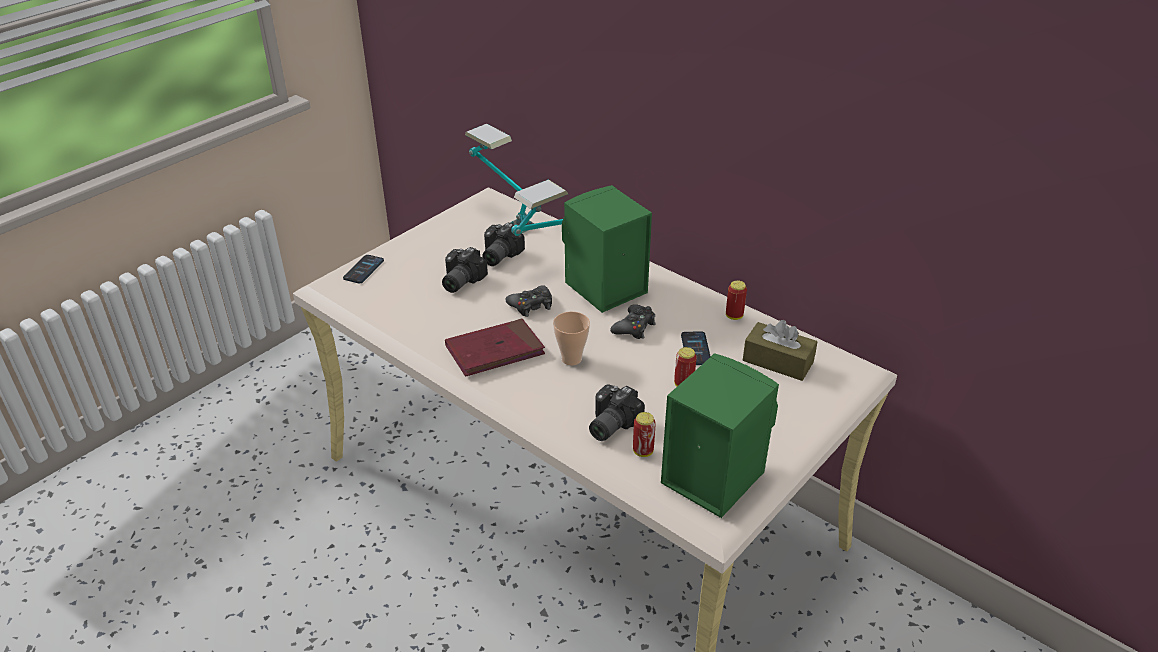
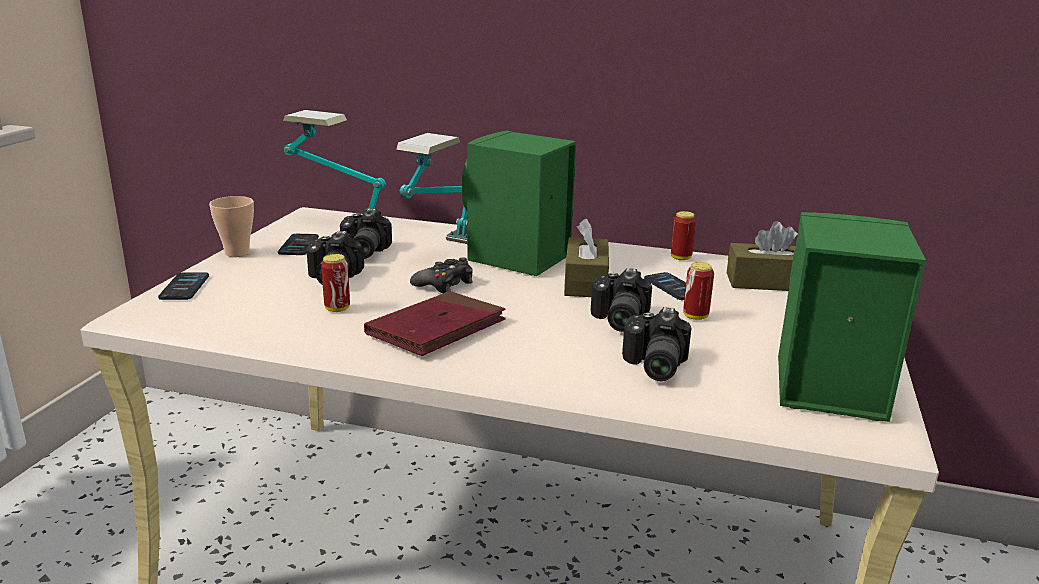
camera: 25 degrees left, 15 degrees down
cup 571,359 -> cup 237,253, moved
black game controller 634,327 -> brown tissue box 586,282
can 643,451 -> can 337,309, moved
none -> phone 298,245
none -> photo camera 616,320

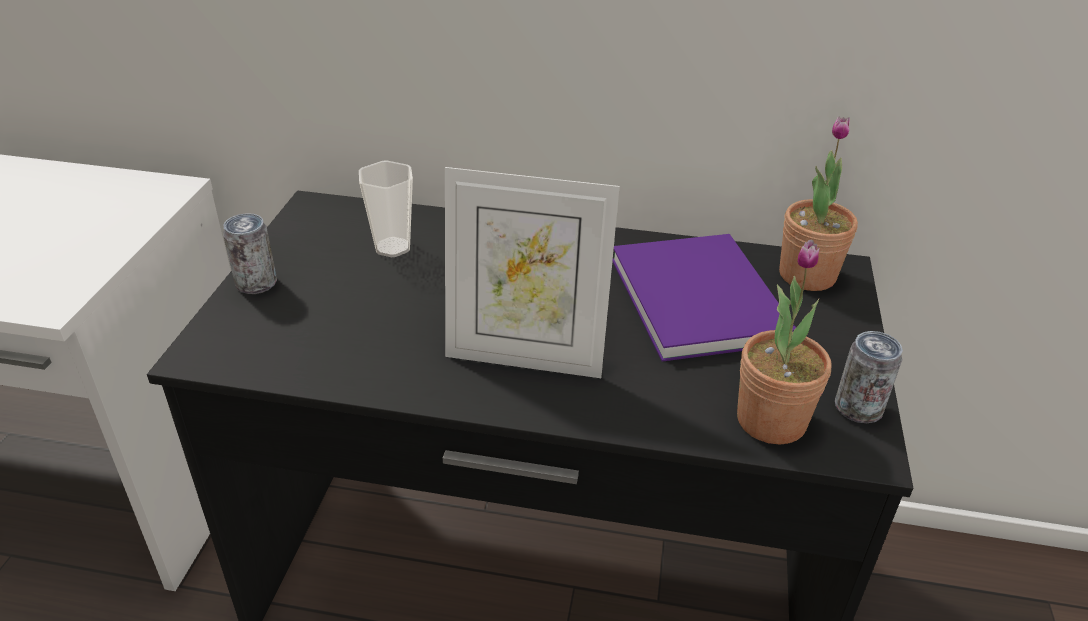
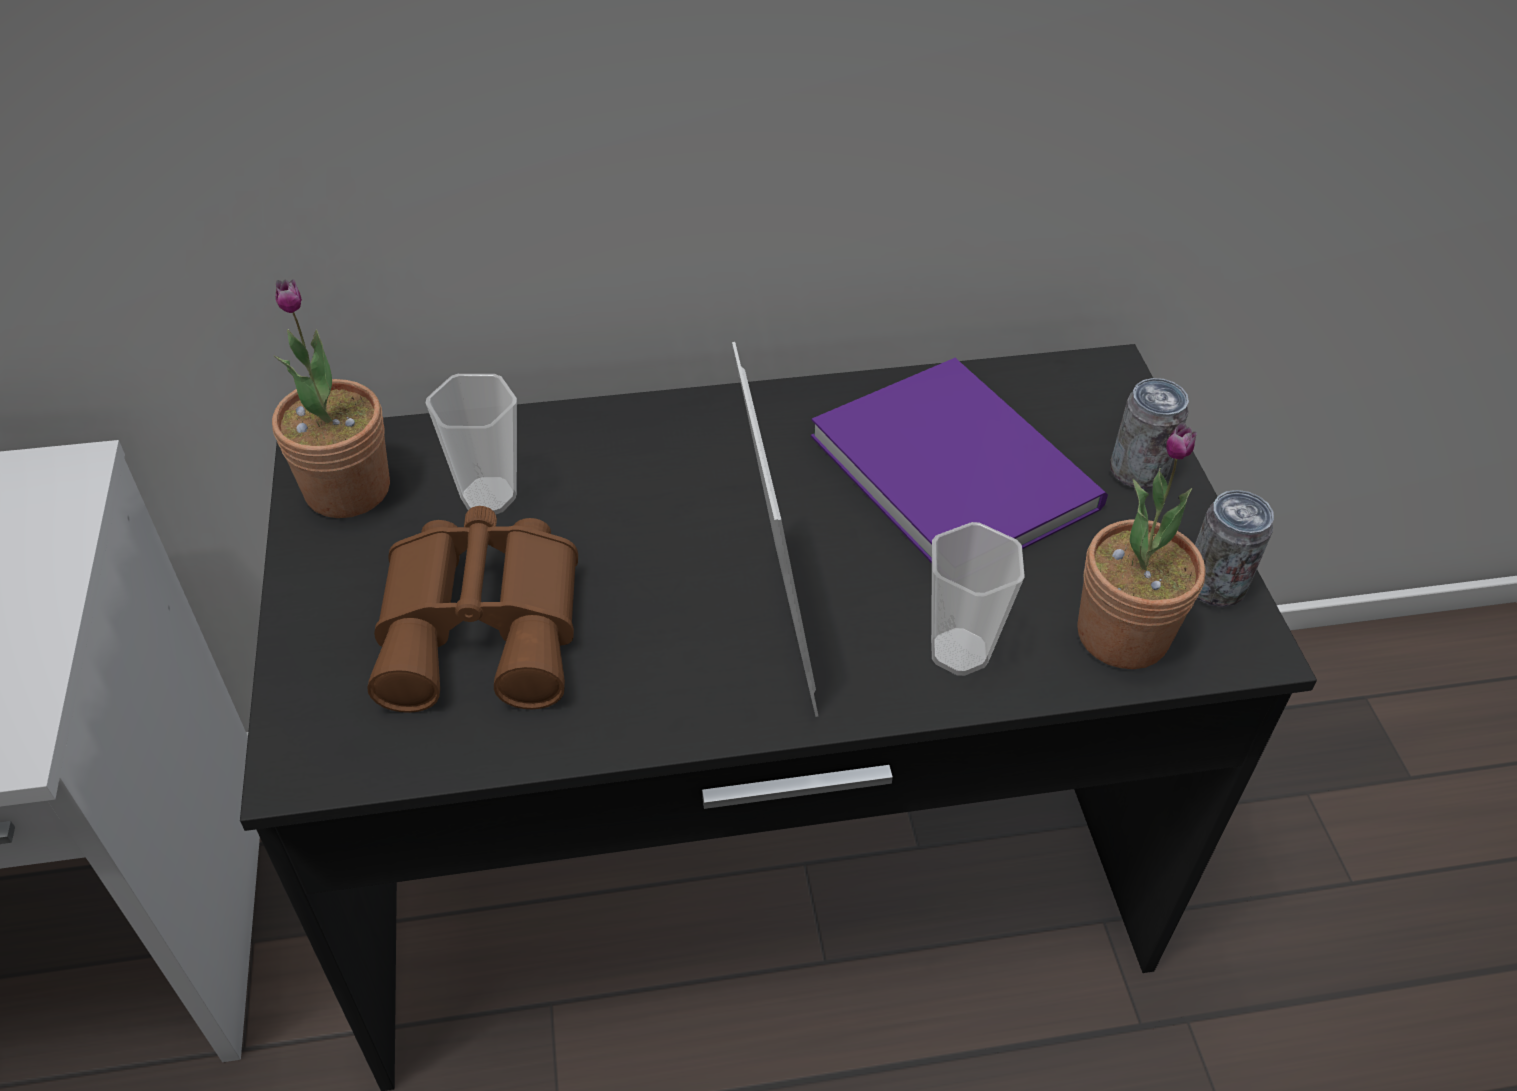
camera: 20 degrees left, 10 degrees up
can 256,283 -> can 1138,471, moved
picture frame 525,356 -> picture frame 773,628, 90 degrees counterclockwise
potted plant 807,275 -> potted plant 347,489, moved
none -> brown binoculars 486,625
none -> cup 959,652

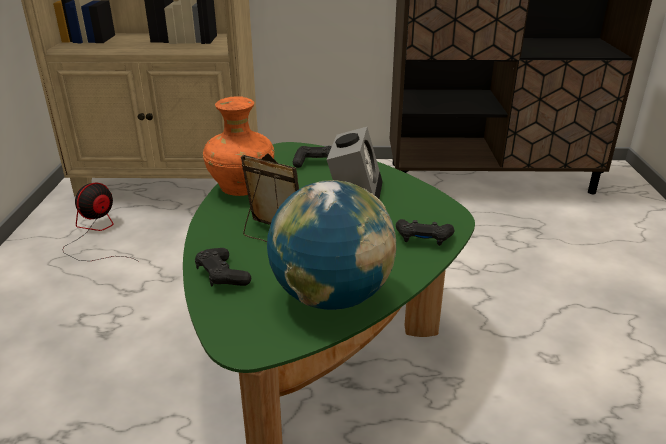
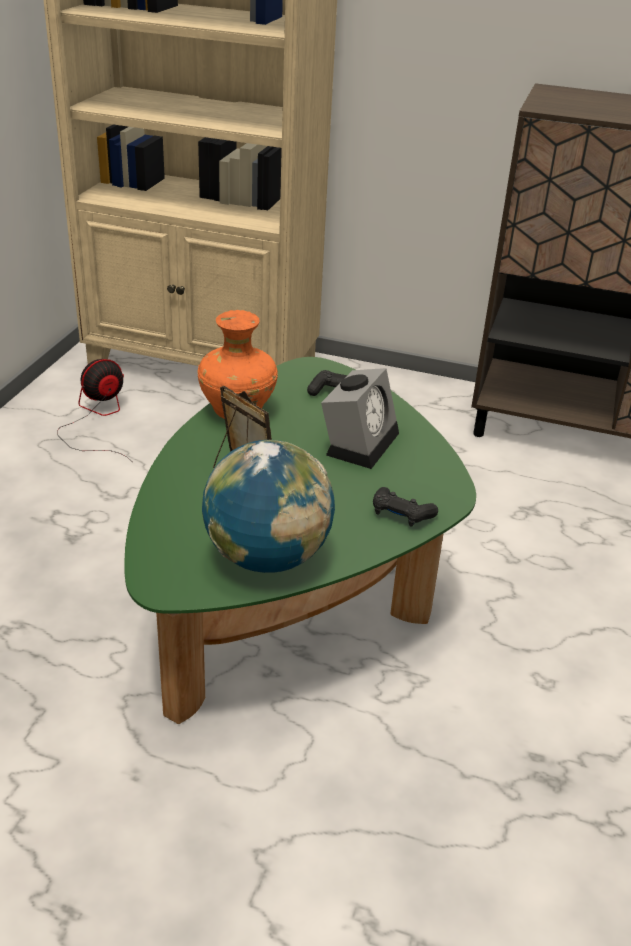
camera: 15 degrees right, 5 degrees up
black game controller 222,276 -> none

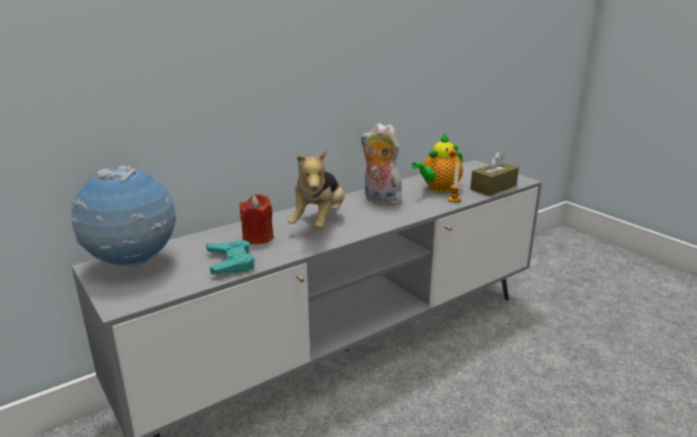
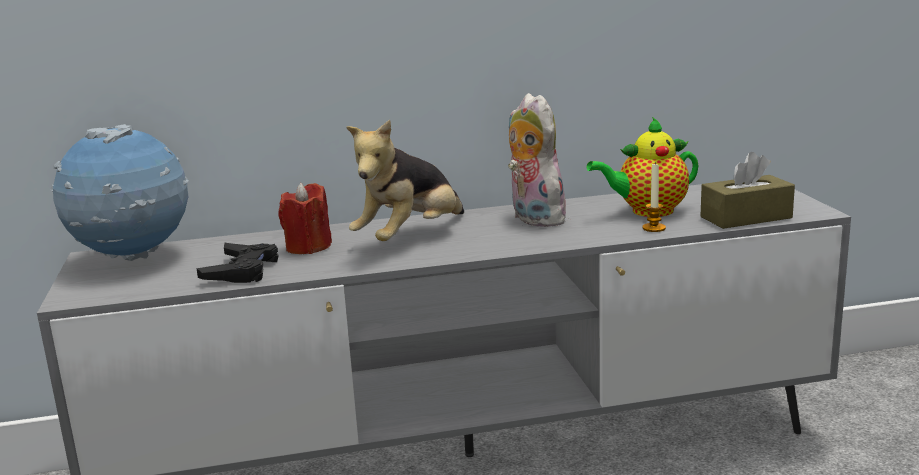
camera: 25 degrees right, 5 degrees down
turquoise game controller 231,262 -> black game controller 242,270

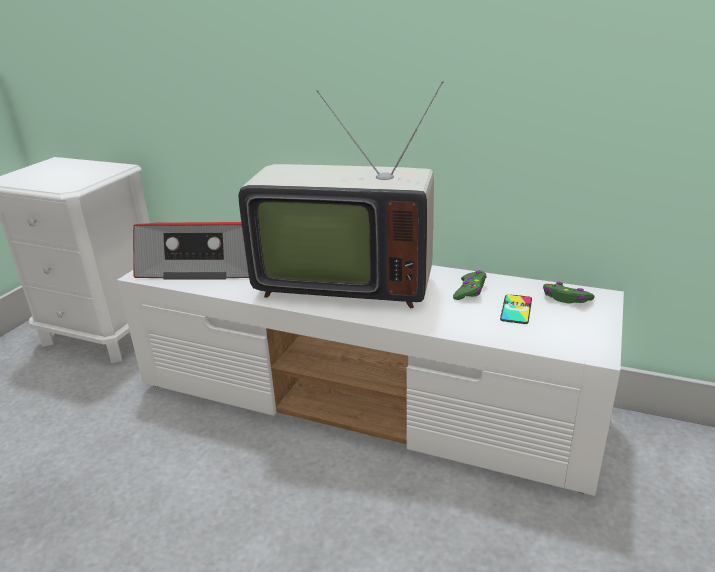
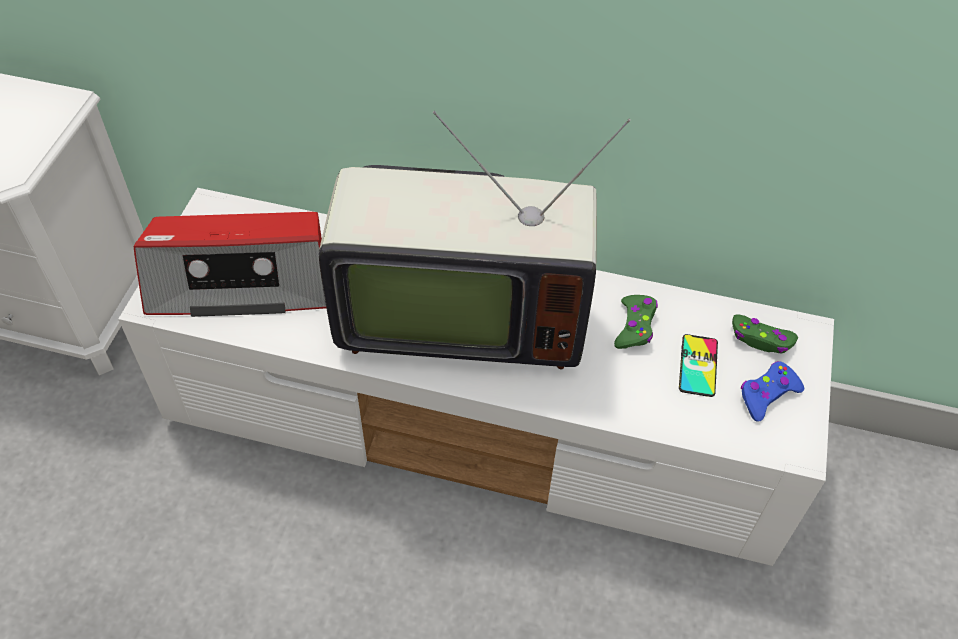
camera: 10 degrees left, 25 degrees up
none -> blue game controller 767,395

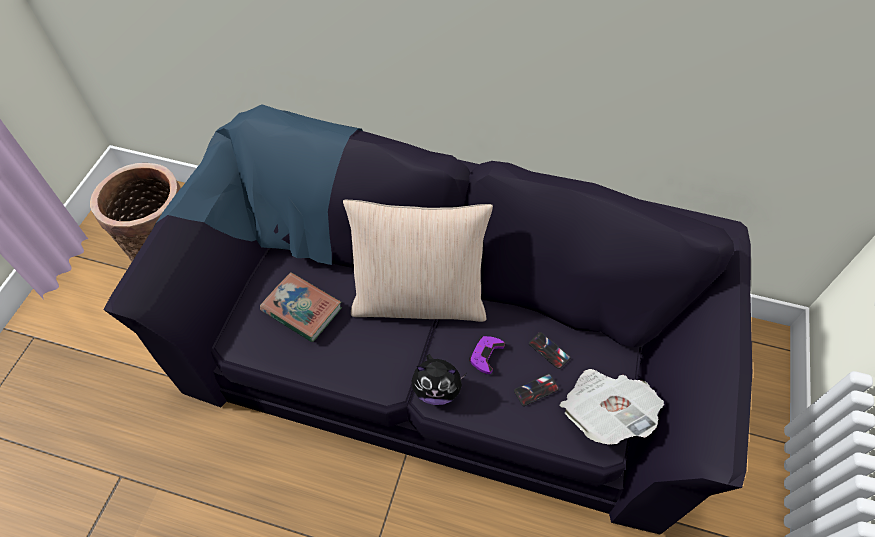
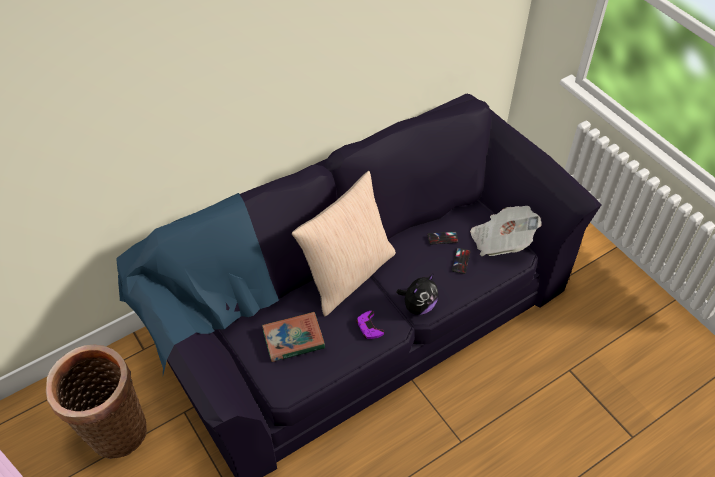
camera: 50 degrees left, 5 degrees down
purple game controller 486,355 -> purple game controller 369,327, moved

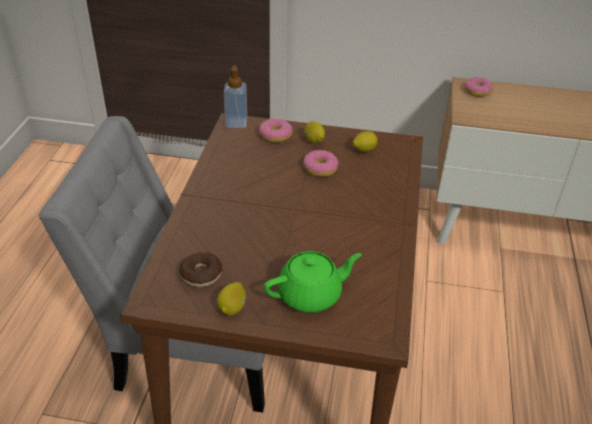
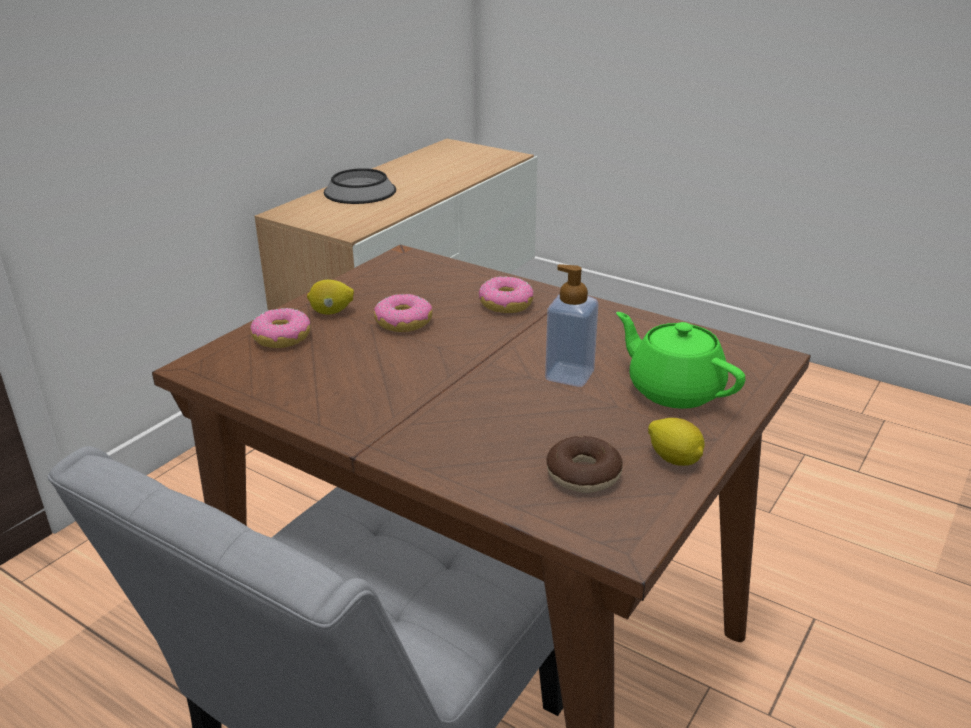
camera: 65 degrees left, 10 degrees down
soap dispenser 236,123 -> soap dispenser 569,375, moved
green teapot 311,295 -> green teapot 674,390, 45 degrees counterclockwise
lemon 364,150 -> none
donut 477,91 -> donut 505,304, moved
none -> bowl 360,191

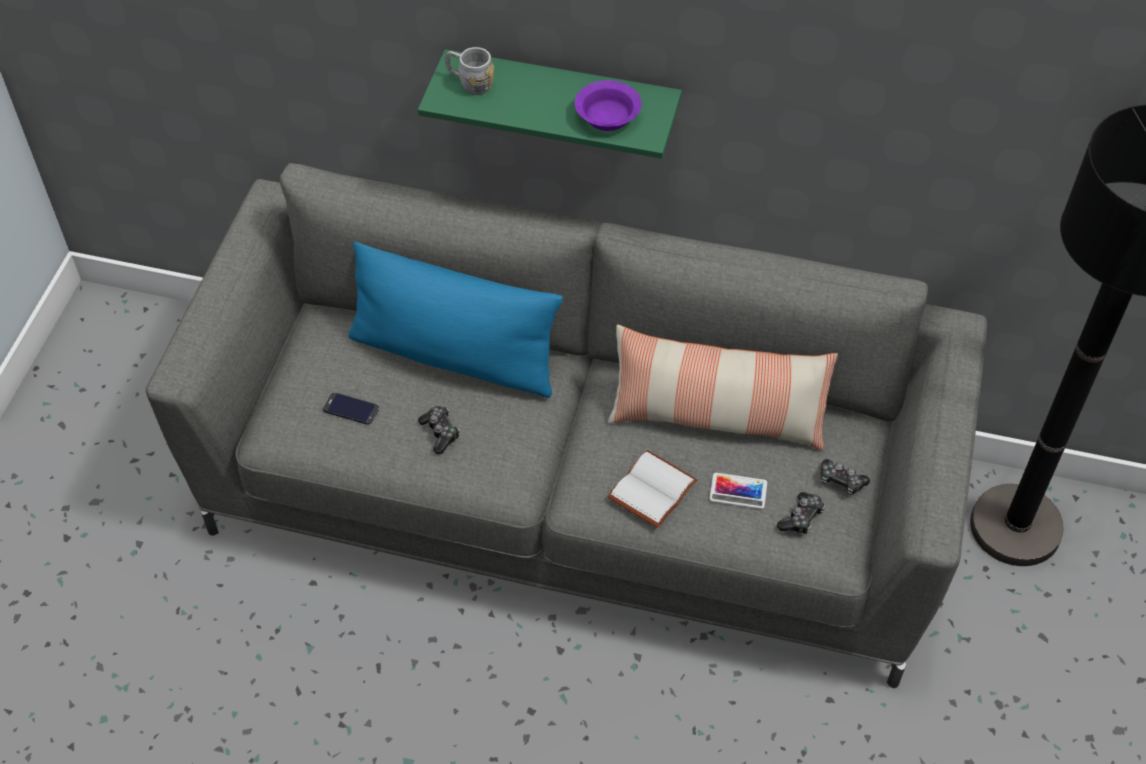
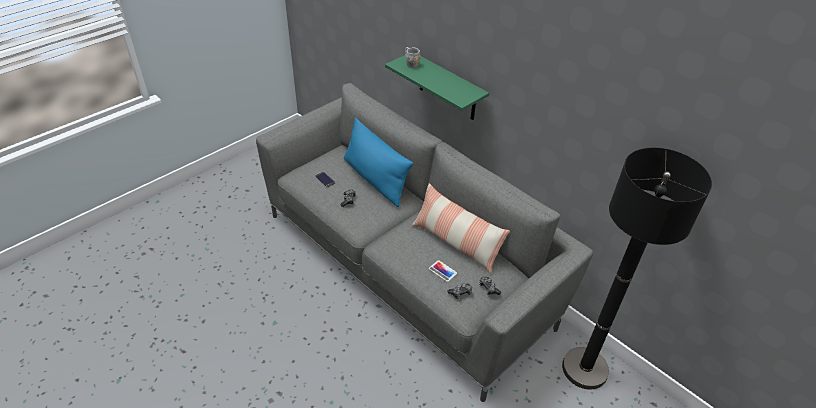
camera: 30 degrees right, 10 degrees down
purple bowl 609,116 -> none
white book 653,492 -> none

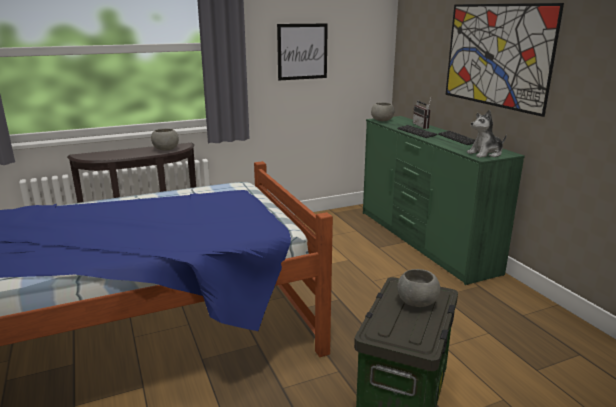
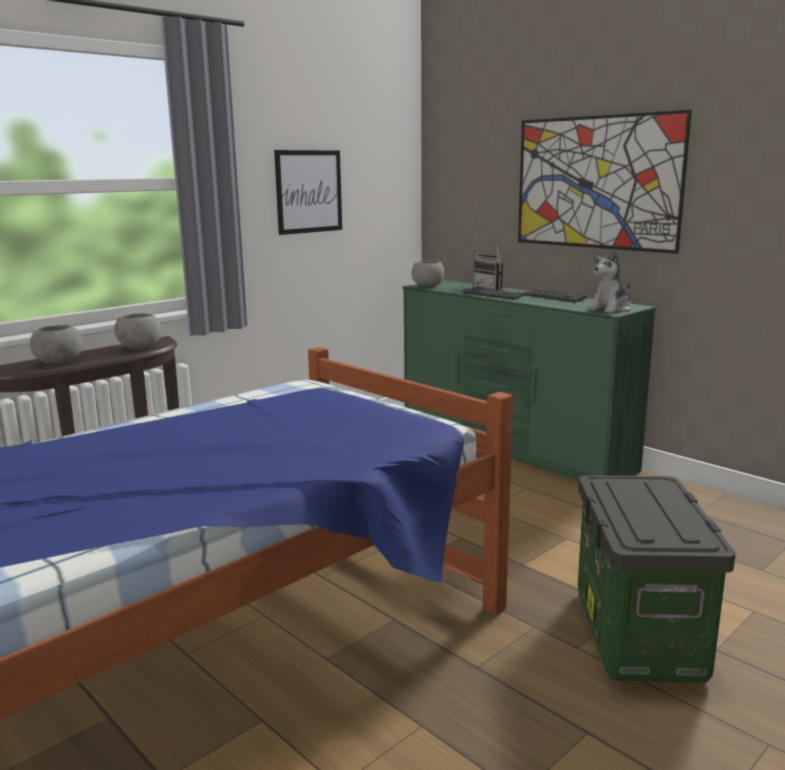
camera: 20 degrees left, 5 degrees down
grey bowl 417,303 -> grey bowl 59,362, moved

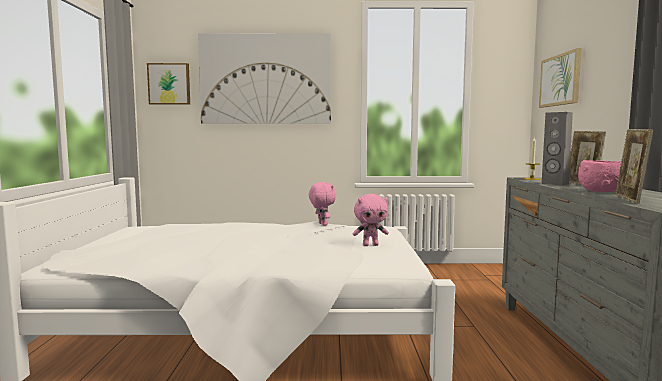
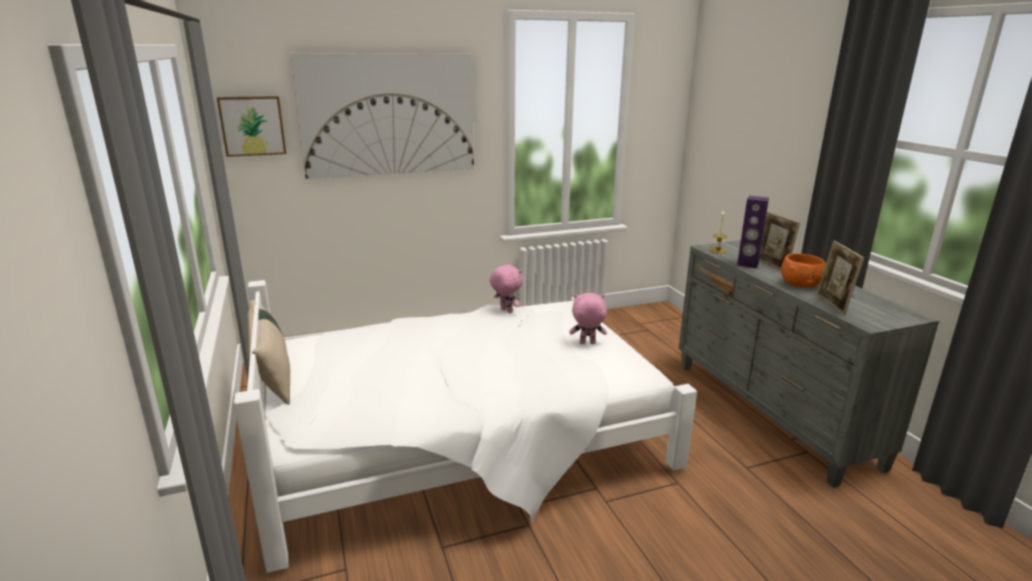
camera: 20 degrees left, 15 degrees up
pink plush toy 370,245 -> pink plush toy 587,343, 150 degrees counterclockwise
picture 560,80 -> none
grey speaker 555,183 -> purple speaker 748,264
pink bowl 603,191 -> orange bowl 800,284
none -> beige pillow 273,376

